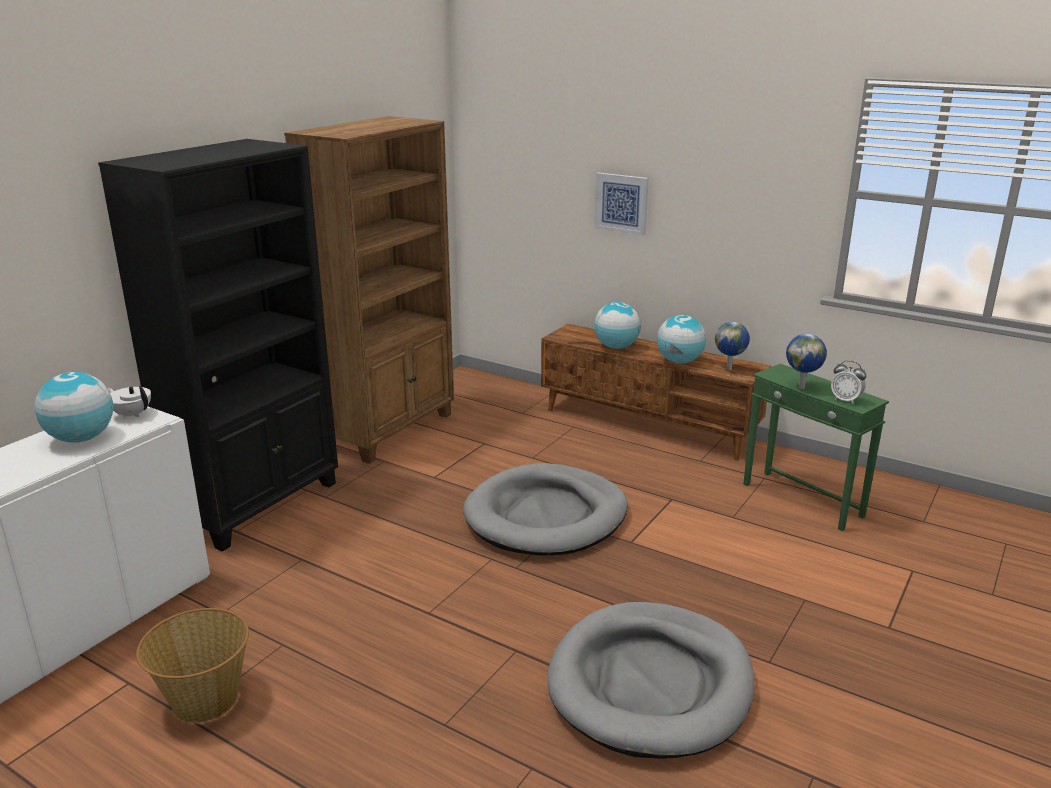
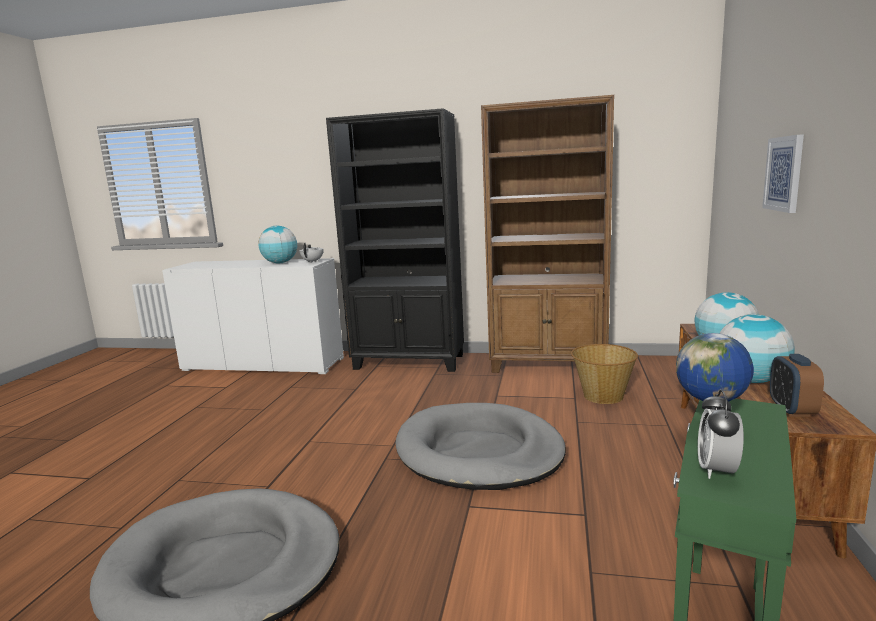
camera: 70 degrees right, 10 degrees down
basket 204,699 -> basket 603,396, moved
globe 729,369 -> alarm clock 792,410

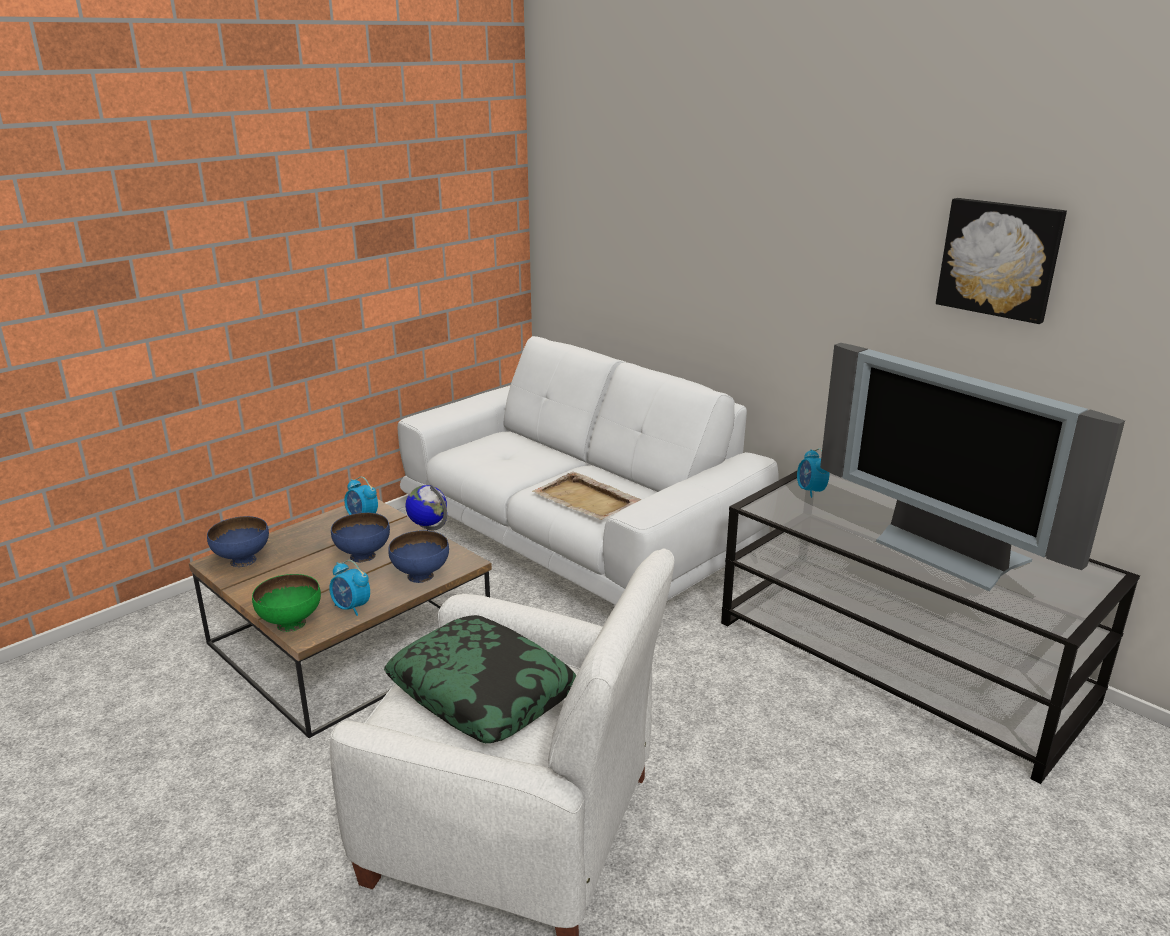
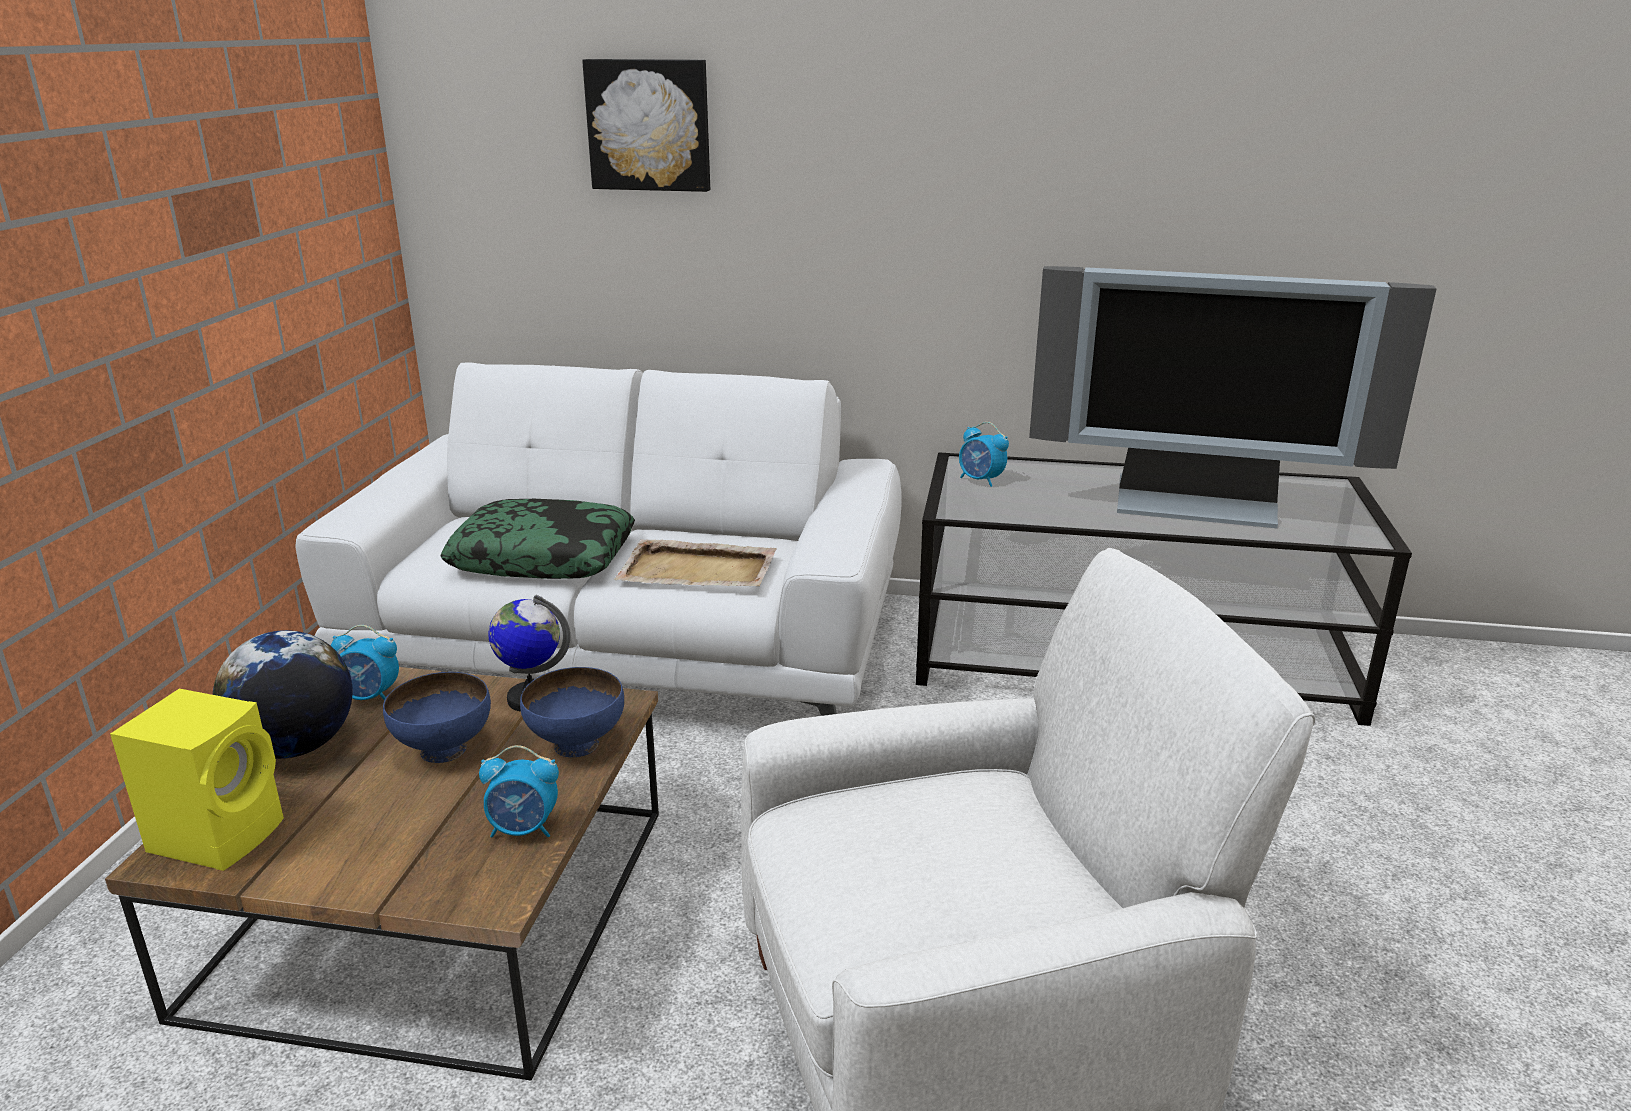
camera: 35 degrees left, 0 degrees up
blue bowl 242,560 -> yellow speaker 221,833
green bowl 290,624 -> none
pillow 482,692 -> pillow 543,557, moved
picture 1000,259 -> picture 649,125, moved
none -> globe 295,747

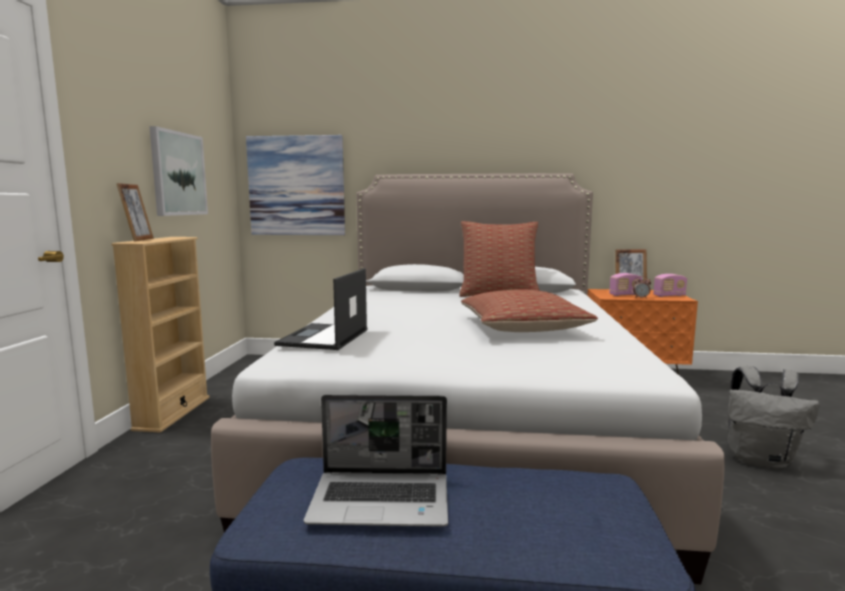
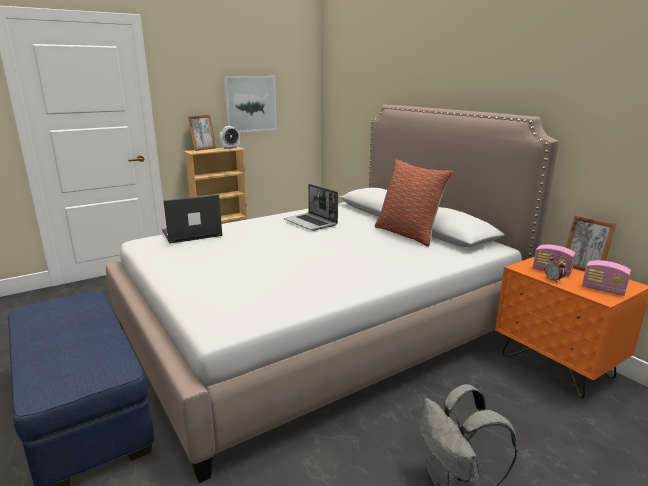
camera: 50 degrees right, 10 degrees up
picture 296,186 -> none
laptop 382,500 -> laptop 311,223, moved
pillow 522,328 -> none
none -> alarm clock 230,148

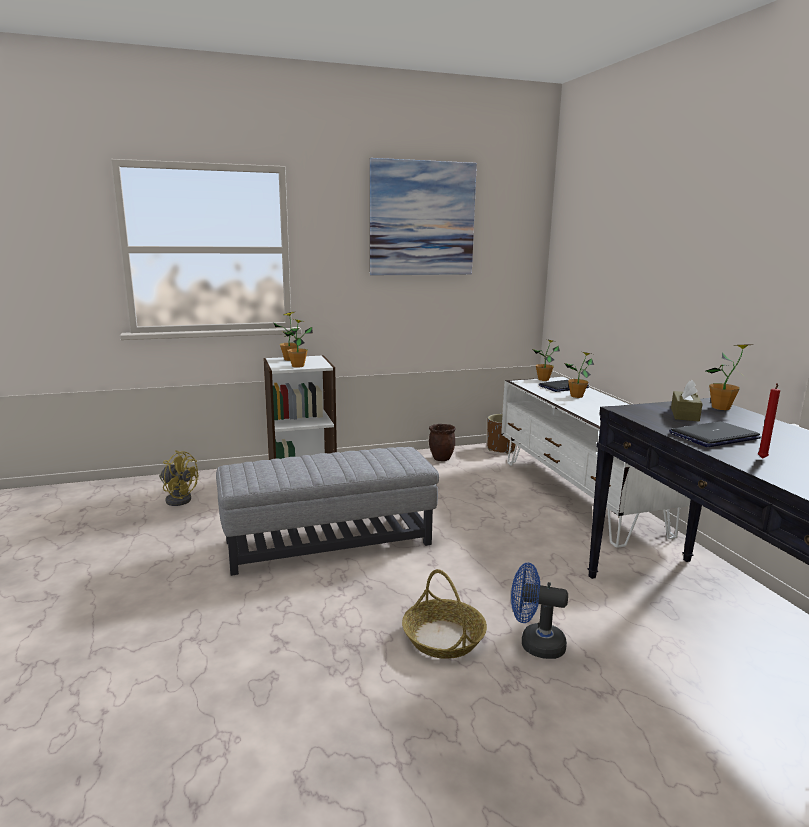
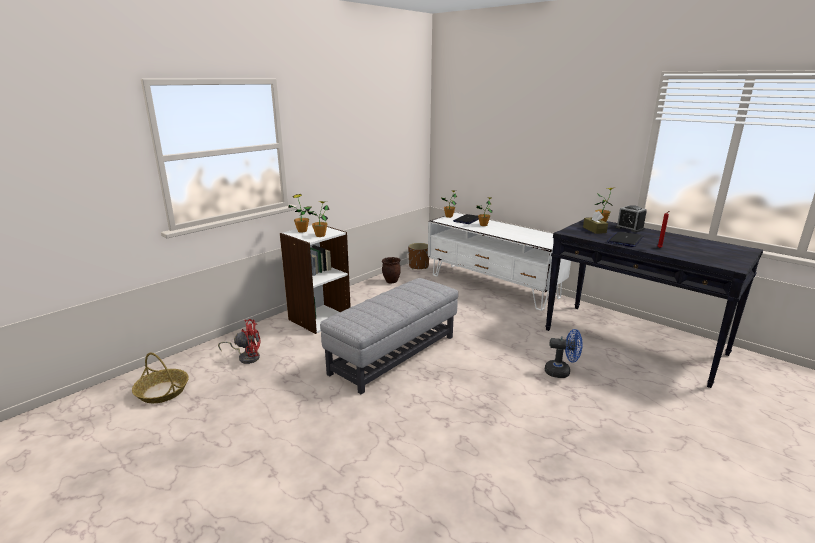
camera: 30 degrees left, 5 degrees up
yellow fan 178,498 -> red fan 246,357
picture 422,219 -> none
basket 444,638 -> basket 163,391, moved
blue fan 535,644 -> blue fan 561,372, 150 degrees counterclockwise
none -> alarm clock 629,228

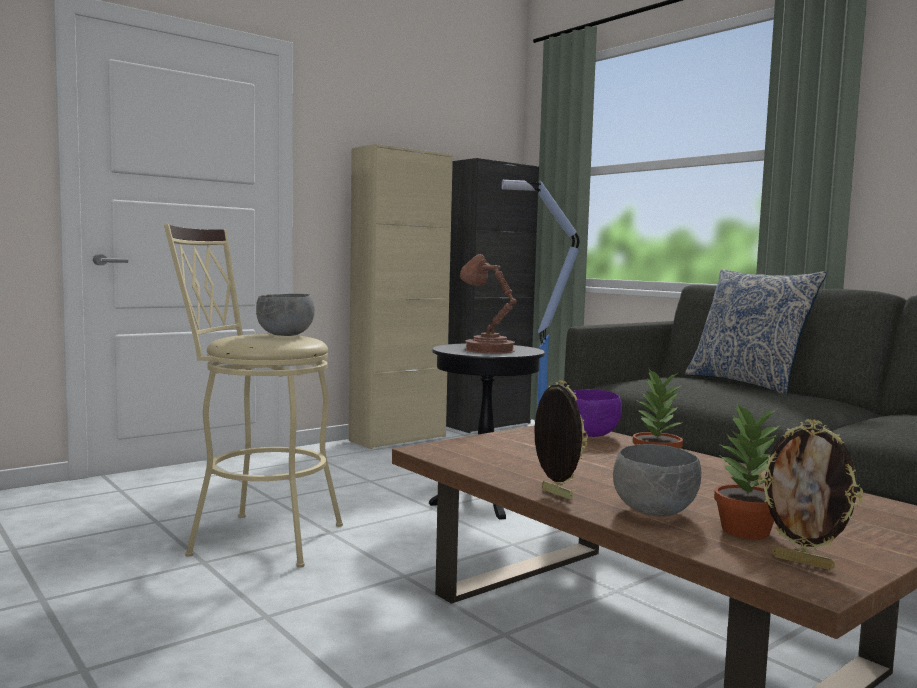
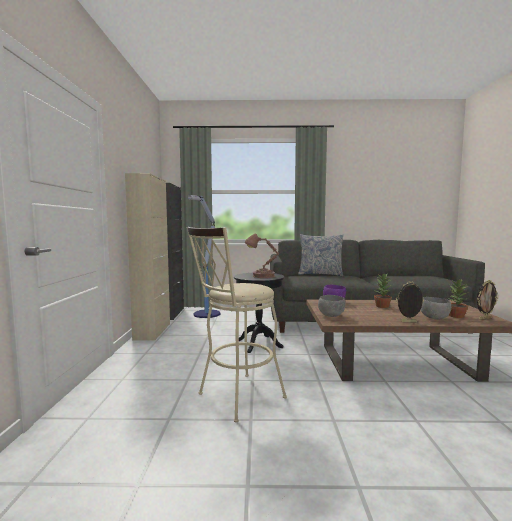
camera: 50 degrees left, 0 degrees up
grey bowl 285,335 -> grey bowl 331,316, moved

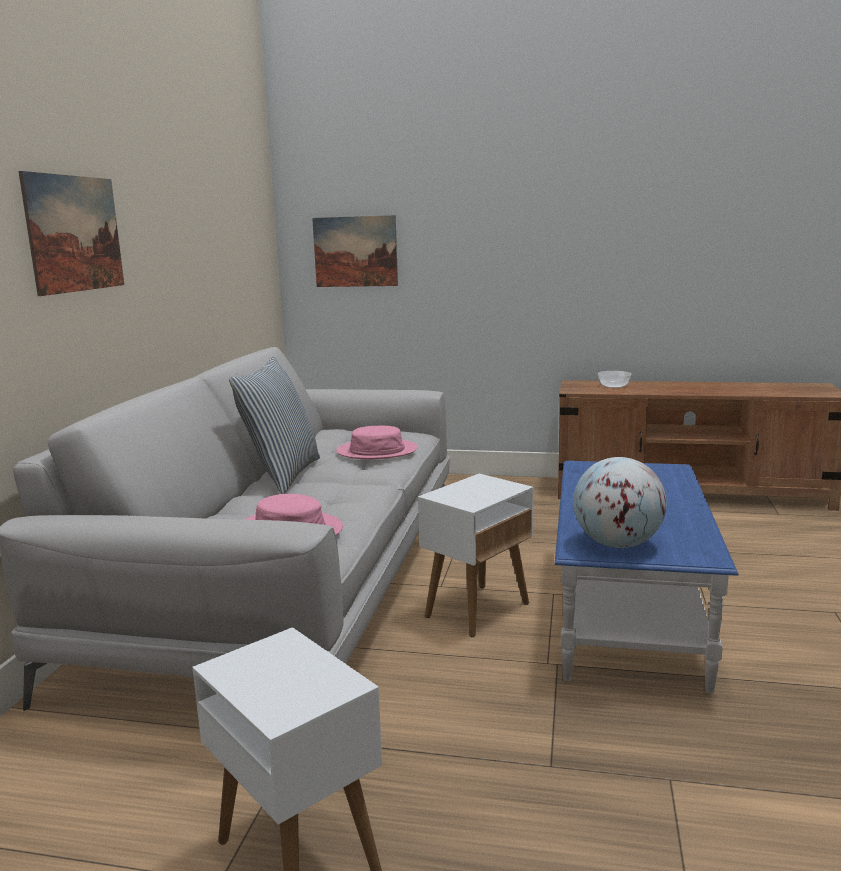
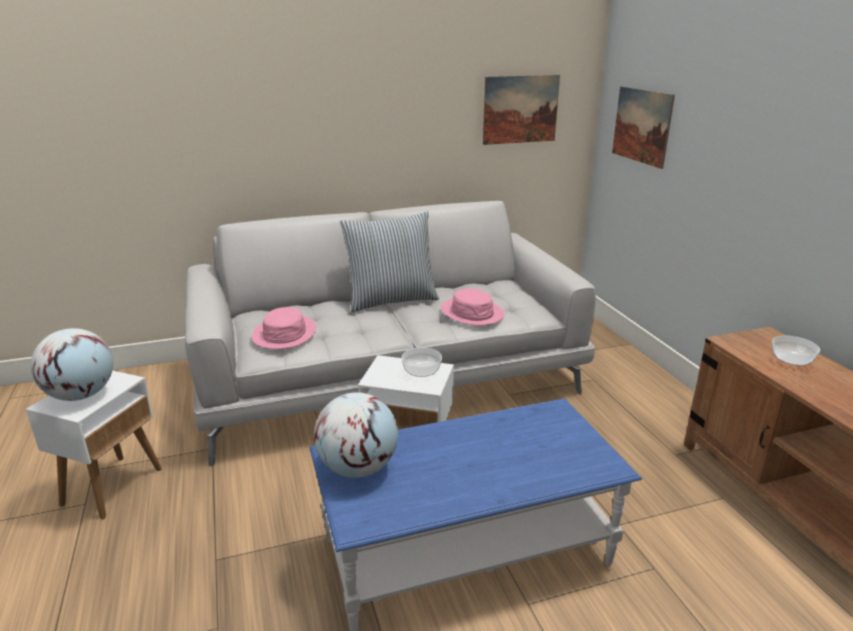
camera: 60 degrees right, 10 degrees up
picture 75,233 -> picture 520,109, moved
none -> globe 81,395
none -> bowl 421,370

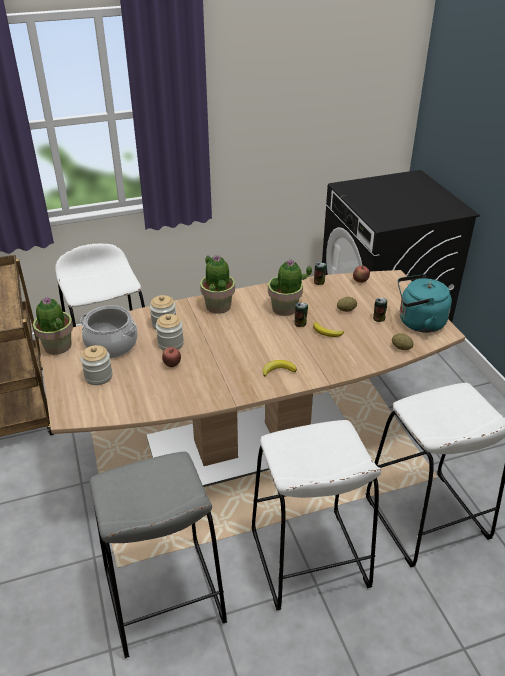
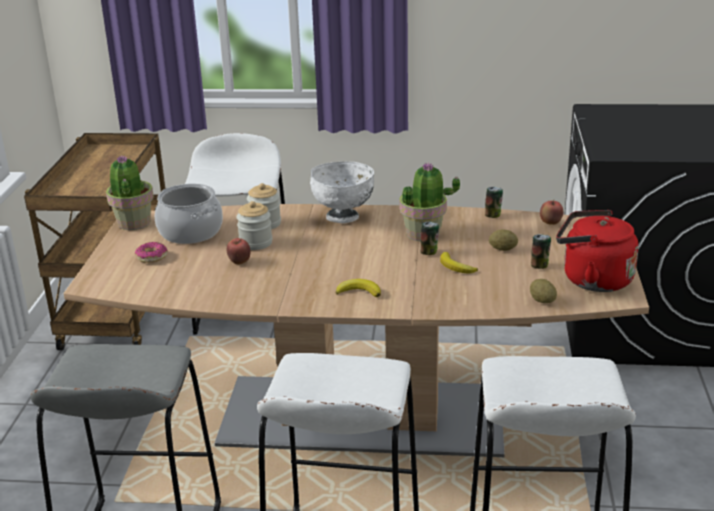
camera: 25 degrees right, 10 degrees down
jar 98,376 -> donut 151,257
potted plant 218,306 -> white bowl 343,217
turquoise kettle 418,322 -> red kettle 592,279

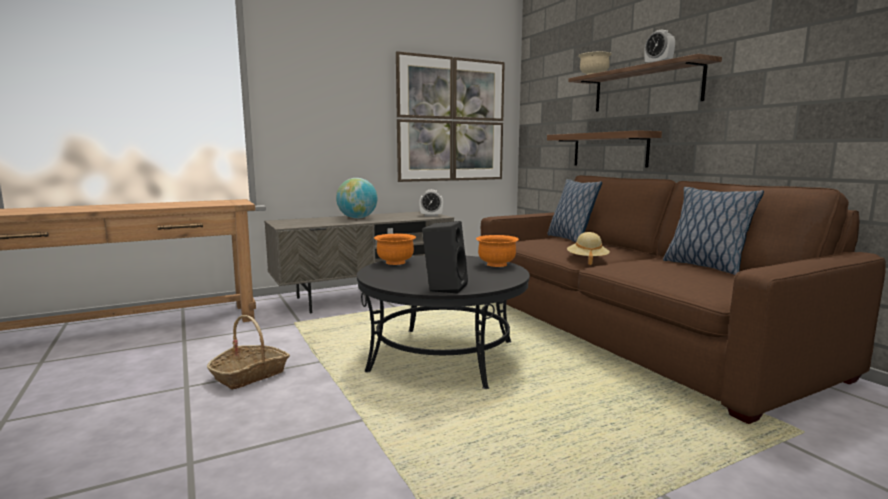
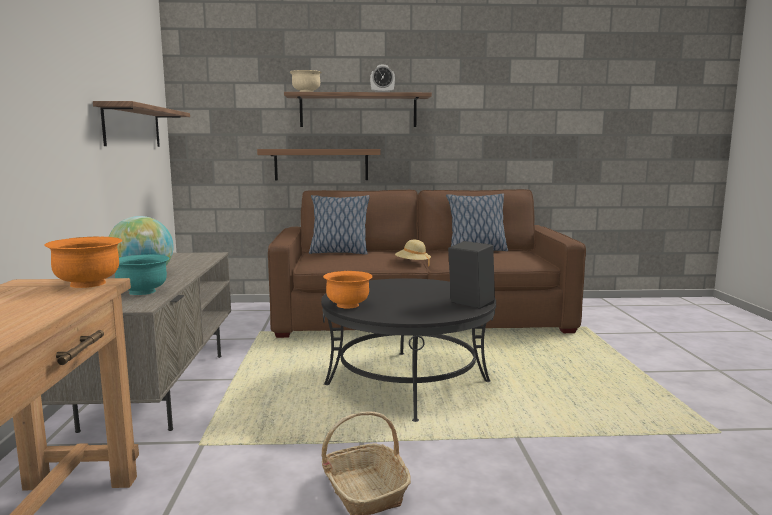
camera: 65 degrees left, 0 degrees up
picture 451,120 -> shelf 132,127
alarm clock 431,216 -> none
orange bowl 496,264 -> orange bowl 88,284, moved
none -> turquoise bowl 143,292

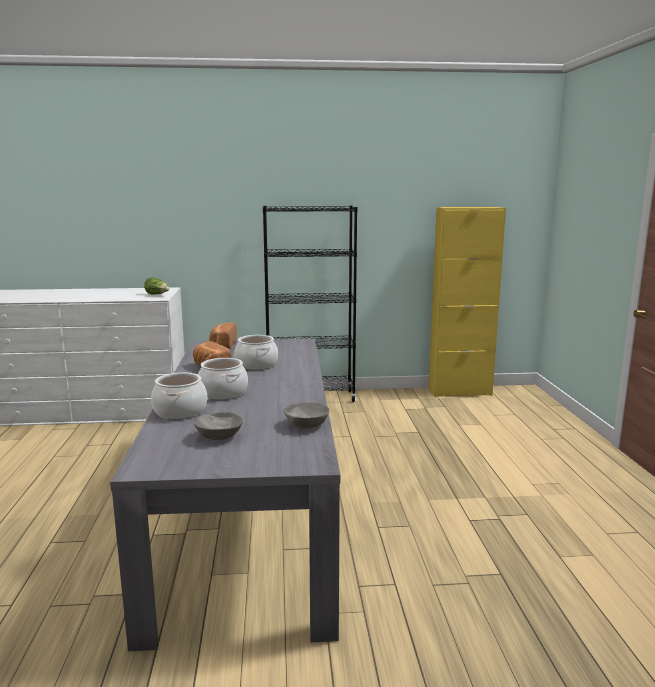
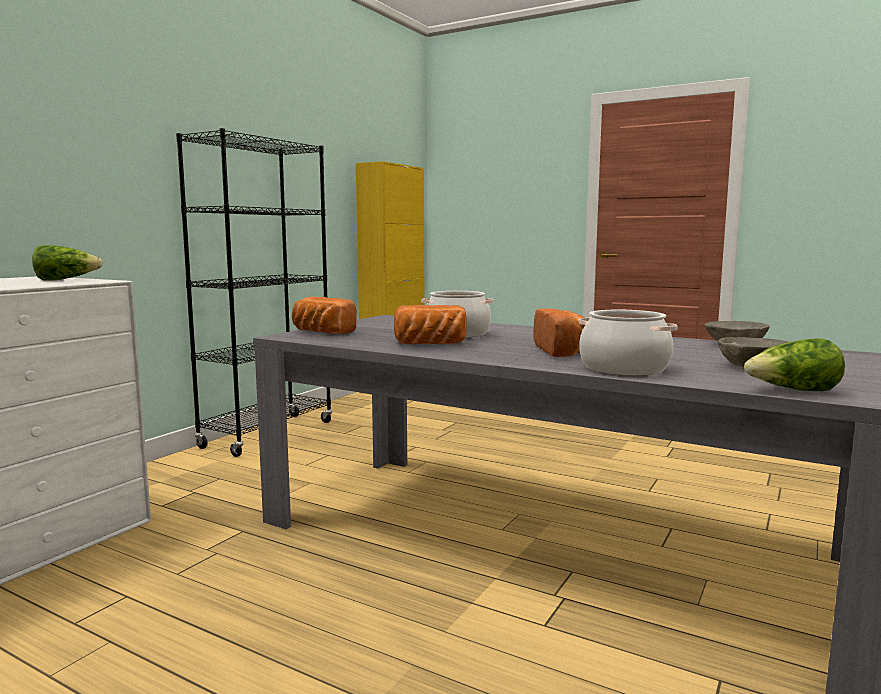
camera: 55 degrees left, 5 degrees down
cooking pot 222,393 -> bread 564,351
none -> lettuce 793,391

